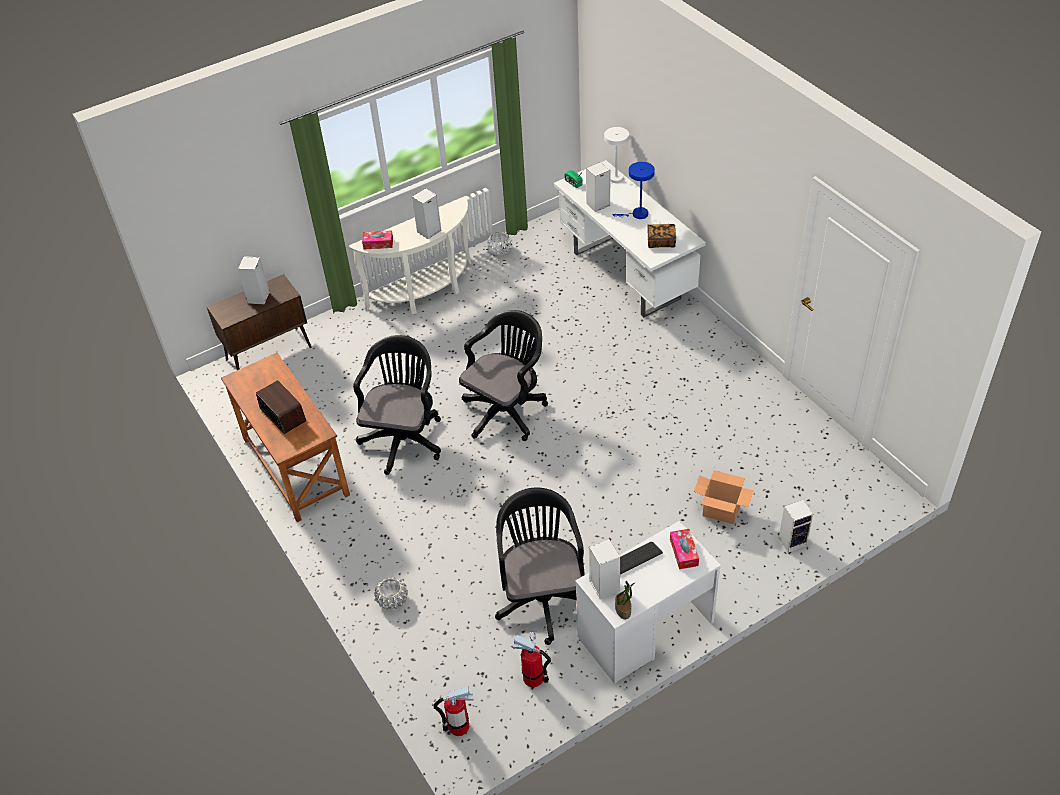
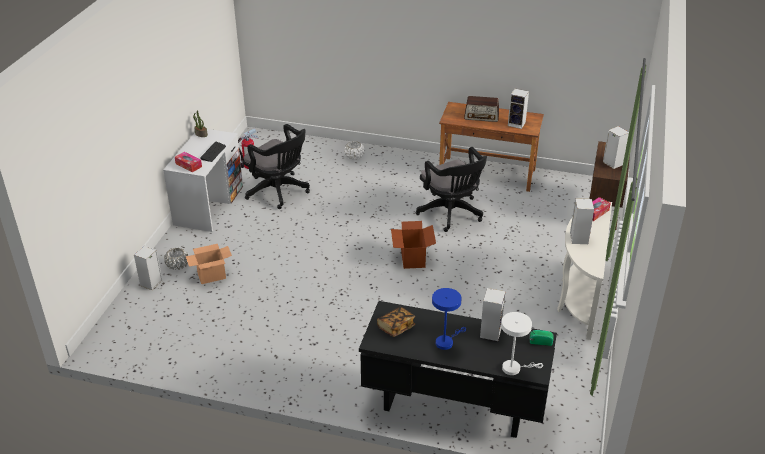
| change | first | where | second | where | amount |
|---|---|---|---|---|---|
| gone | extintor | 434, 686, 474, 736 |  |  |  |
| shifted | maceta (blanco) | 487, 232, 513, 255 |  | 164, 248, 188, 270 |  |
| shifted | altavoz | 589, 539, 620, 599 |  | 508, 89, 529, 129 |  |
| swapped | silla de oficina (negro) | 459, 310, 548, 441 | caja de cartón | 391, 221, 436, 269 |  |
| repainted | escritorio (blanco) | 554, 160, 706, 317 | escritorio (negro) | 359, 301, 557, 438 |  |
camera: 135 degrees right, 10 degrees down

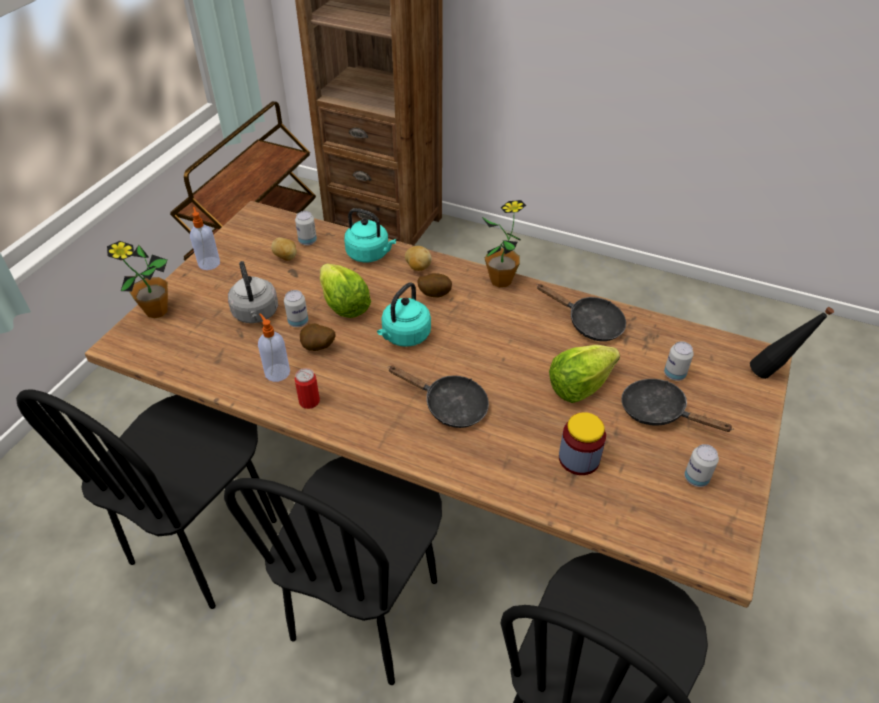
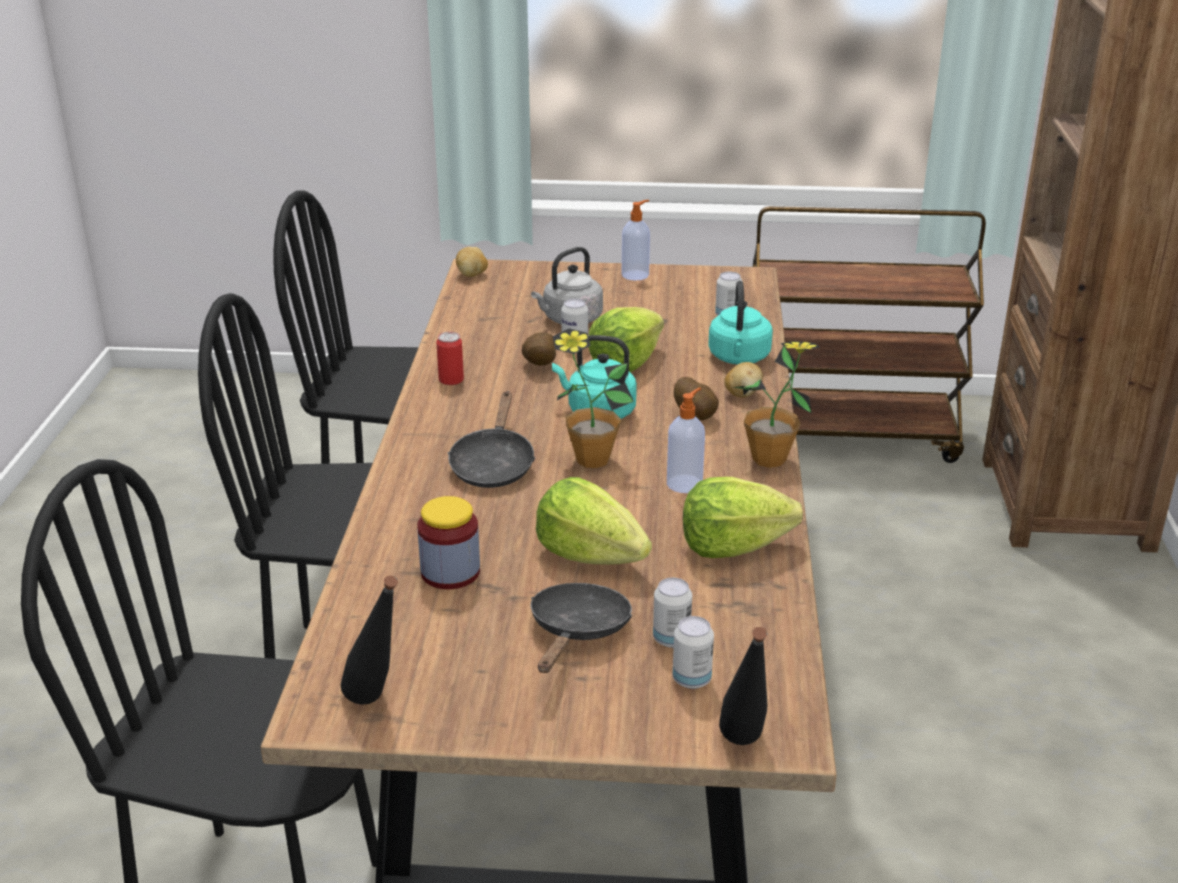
| change | first | where | second | where | amount |
|---|---|---|---|---|---|
| new |  |  | botella (negro) | 340, 576, 398, 705 |  |
| shifted | planta en maceta | 107, 241, 168, 318 |  | 553, 328, 634, 468 |  |
| shifted | dispensador de jabón | 258, 313, 290, 382 |  | 667, 387, 705, 493 |  |
| shifted | patata | 271, 238, 297, 261 |  | 456, 247, 488, 277 |  |
| shifted | lata | 684, 444, 719, 487 |  | 673, 616, 714, 689 |  |
| swapped | sartén (negro) | 537, 284, 626, 341 | lechuga | 683, 477, 803, 558 |  |
camera: 70 degrees right, 15 degrees down

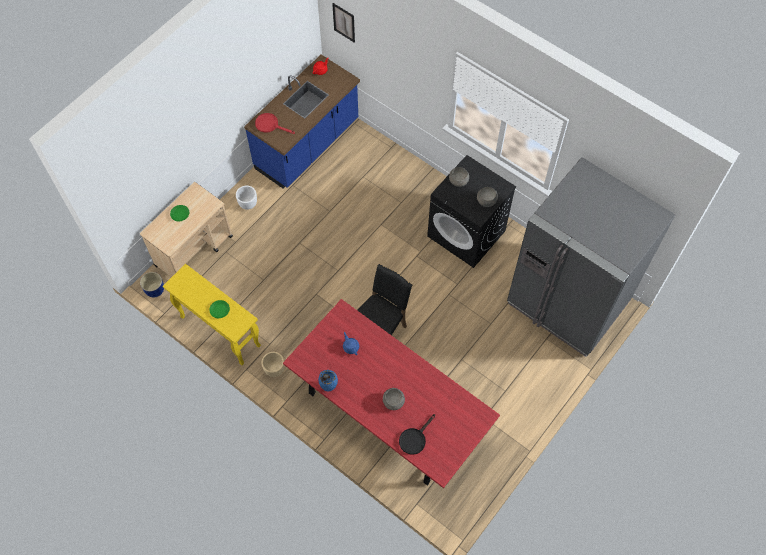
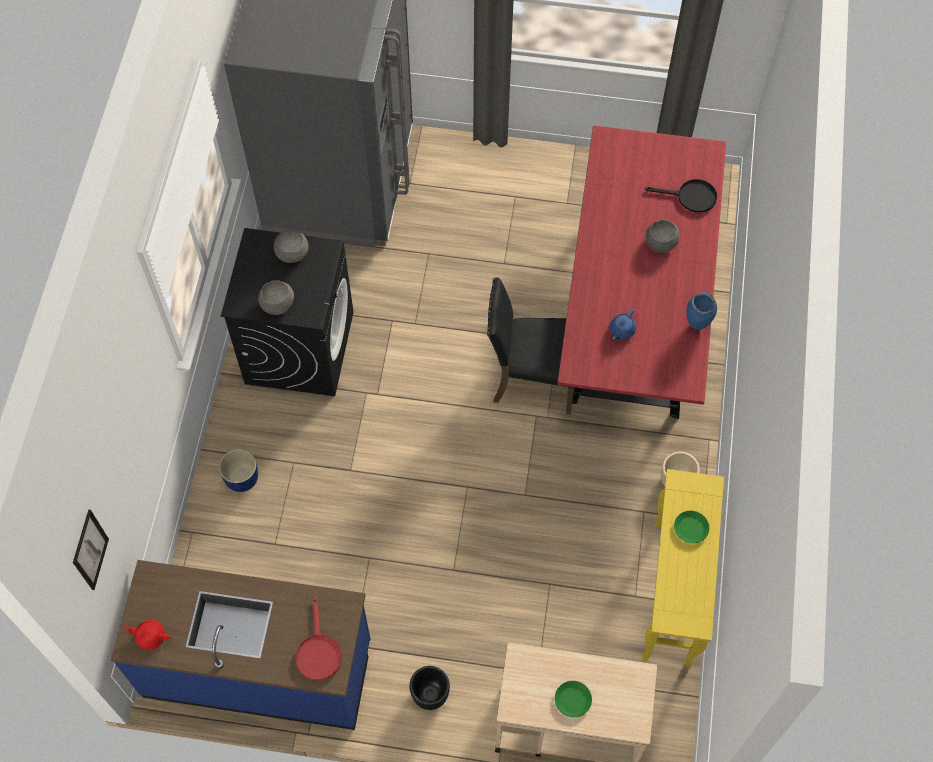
| change | first | where | second | where | amount |
|---|---|---|---|---|---|
| shifted | maceta (azul) | 140, 272, 164, 298 |  | 219, 449, 258, 492 |  |
| repainted | maceta (blanco) | 236, 186, 257, 210 | maceta (negro) | 410, 666, 450, 710 |  |
camera: 120 degrees left, 0 degrees up

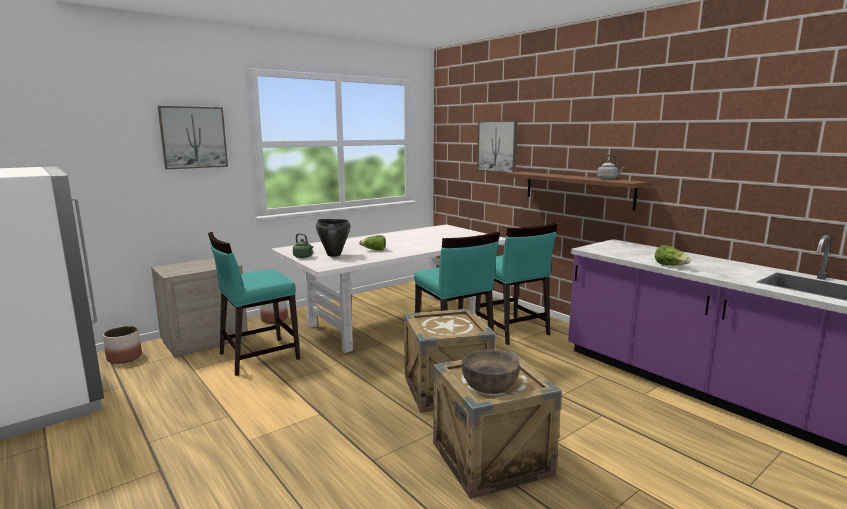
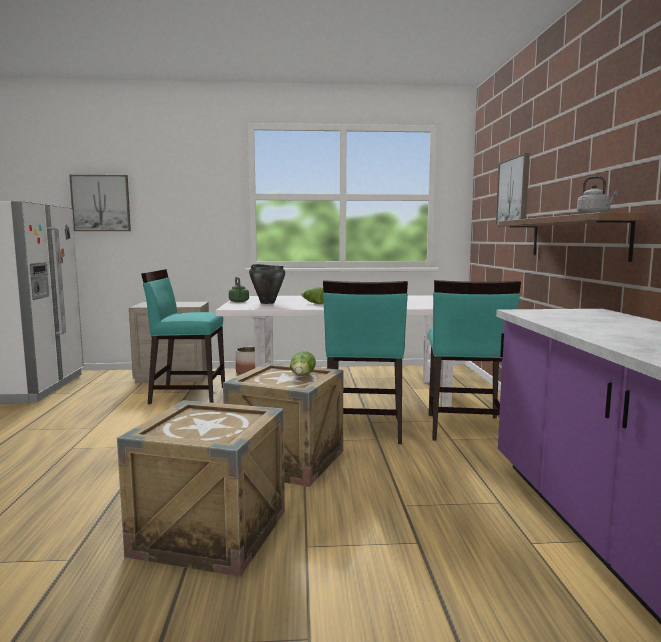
| change | first | where | second | where | amount |
|---|---|---|---|---|---|
| gone | maceta | 103, 326, 142, 364 |  |  |  |
| gone | cuenco (marrón) | 462, 349, 520, 394 |  |  |  |
| shifted | cuadro | 158, 106, 228, 169 |  | 69, 175, 131, 231 |  |
| shifted | lechuga | 655, 245, 691, 265 |  | 290, 351, 316, 376 |  |
camera: 35 degrees right, 5 degrees down

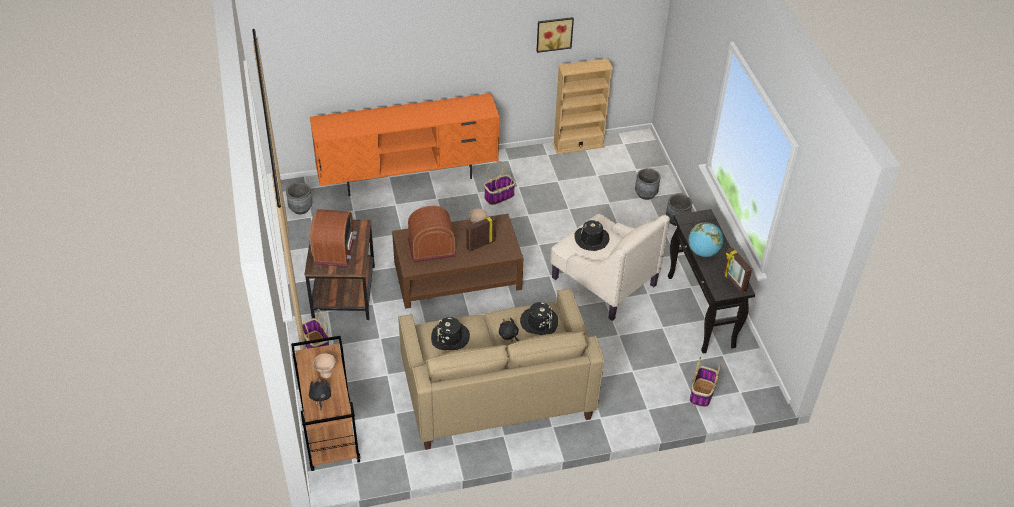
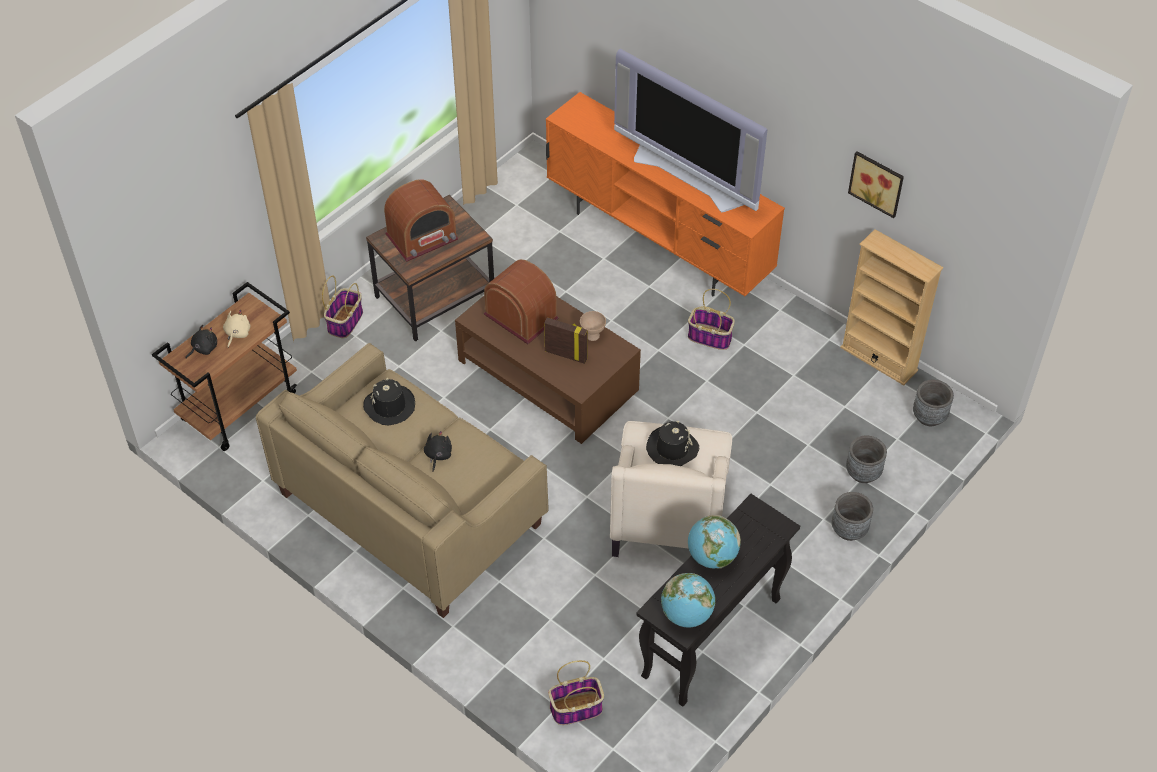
| change | first | where | second | where | amount |
|---|---|---|---|---|---|
| gone | sombrero (negro) | 520, 302, 558, 335 |  |  |  |
| new |  |  | televisor | 614, 49, 768, 212 |  |
| shifted | maceta (gris) | 286, 182, 312, 214 |  | 913, 380, 954, 426 |  |
| swapped | cuenco (beis) | 313, 354, 336, 378 | peluche (beis) | 223, 310, 251, 348 |  |
| swapped | portarretratos | 722, 247, 752, 294 | globo terráqueo | 661, 573, 716, 627 |  |
camera: 55 degrees right, 5 degrees up

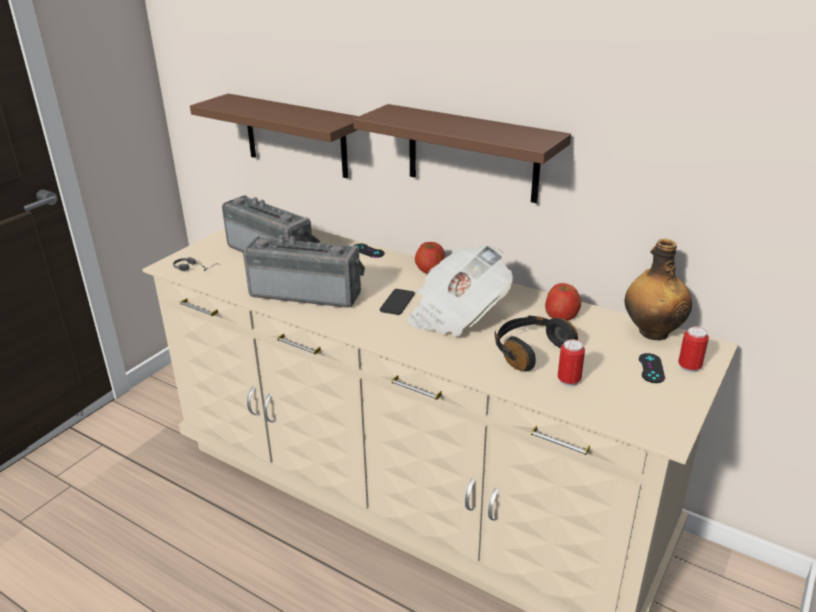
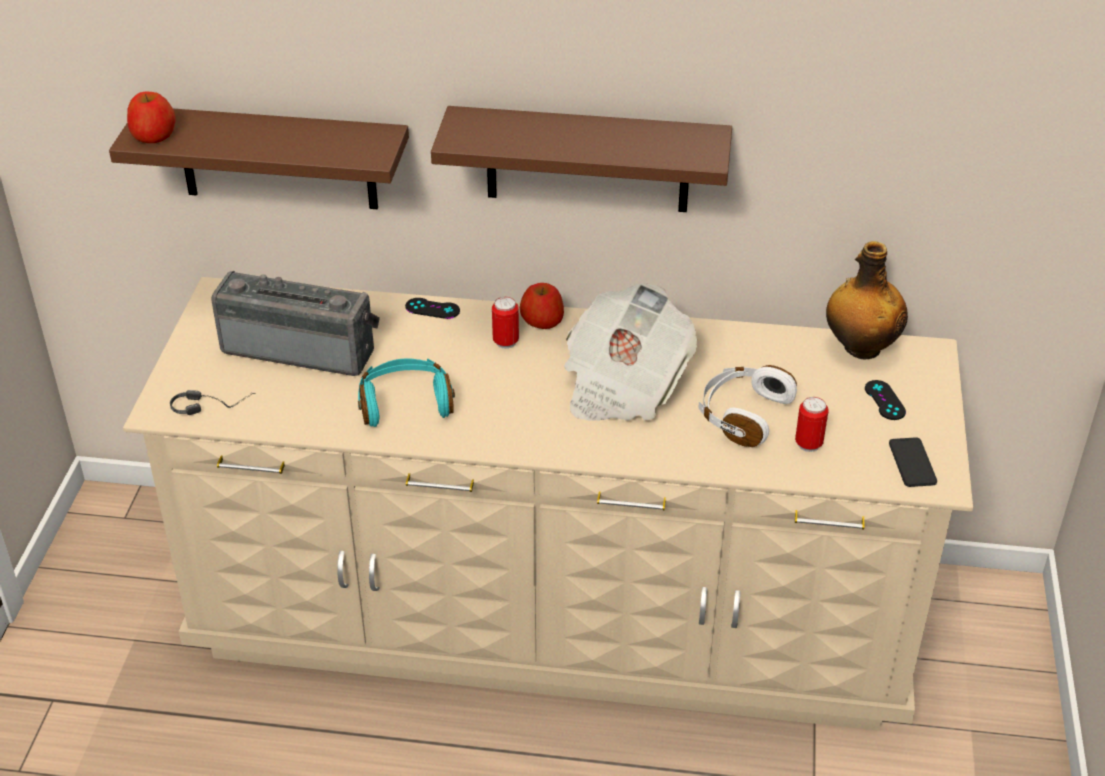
| change | first | where | second | where | amount |
|---|---|---|---|---|---|
| shifted | móvil | 380, 289, 415, 315 |  | 889, 437, 937, 487 |  |
| shifted | manzana | 545, 283, 581, 321 |  | 127, 92, 176, 143 |  |
| shifted | lata | 678, 327, 709, 373 |  | 492, 297, 519, 349 |  |
| swapped | radio | 243, 235, 365, 308 | auriculares (turquesa) | 358, 358, 455, 427 |  |
| repainted | auriculares (negro) | 495, 315, 578, 371 | auriculares (blanco) | 699, 365, 797, 447 |  |
camera: 25 degrees left, 10 degrees up

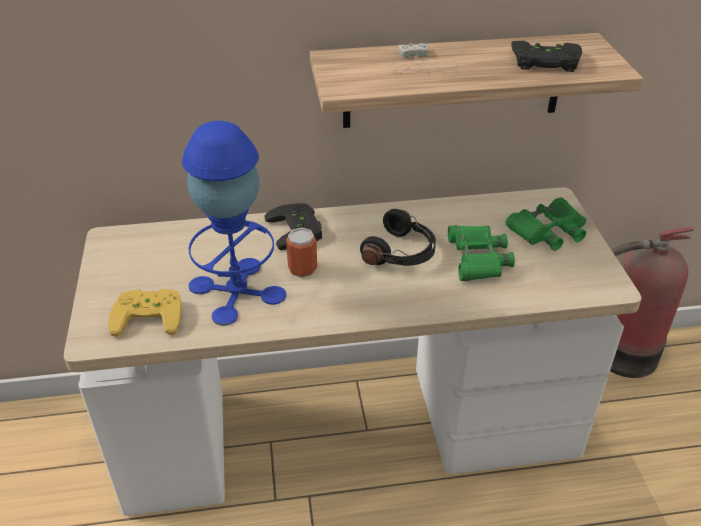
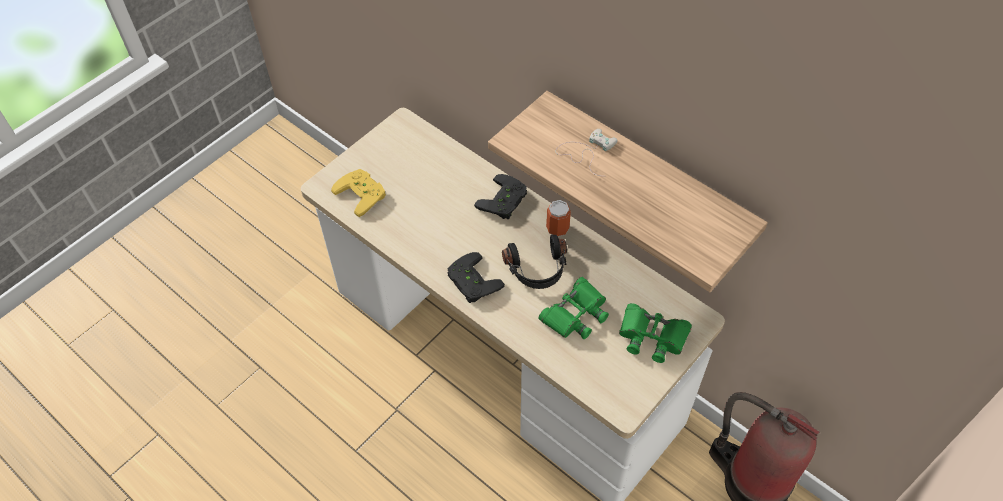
| change | first | where | second | where | amount |
|---|---|---|---|---|---|
| gone | lámpara de mesa (azul) | 182, 121, 286, 326 |  |  |  |
| shifted | lata | 286, 228, 317, 278 |  | 546, 200, 571, 236 |  |
| shifted | mando de consola (negro) | 511, 41, 582, 72 |  | 448, 252, 505, 303 |  |
camera: 50 degrees right, 15 degrees up

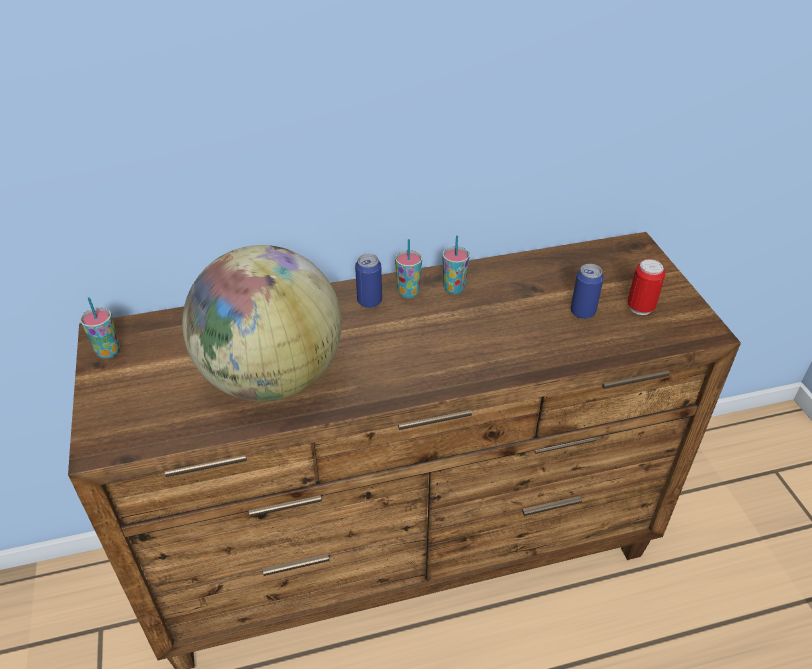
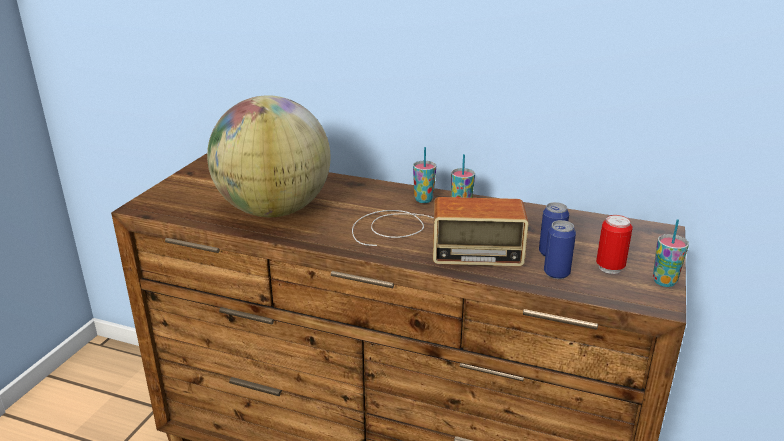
| change | first | where | second | where | amount |
|---|---|---|---|---|---|
| new |  |  | radio | 352, 197, 529, 266 |  |
| shifted | taza | 80, 297, 119, 359 |  | 653, 219, 689, 287 |  |
| shifted | lata | 355, 253, 382, 308 |  | 544, 220, 576, 279 |  |
camera: 35 degrees right, 15 degrees down

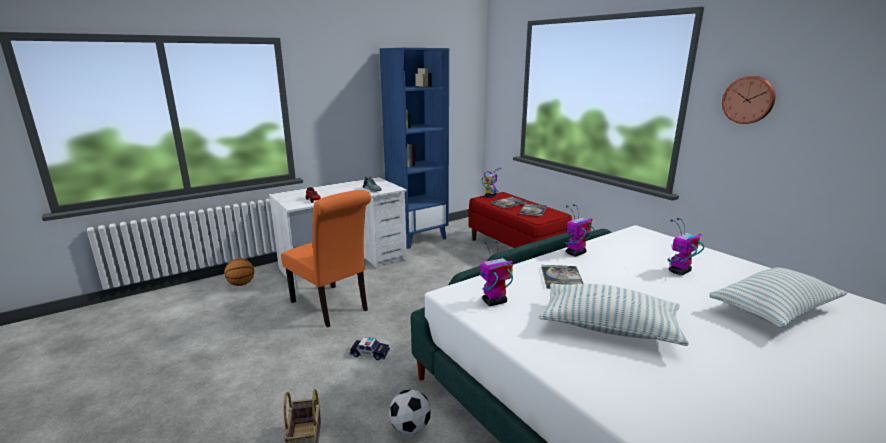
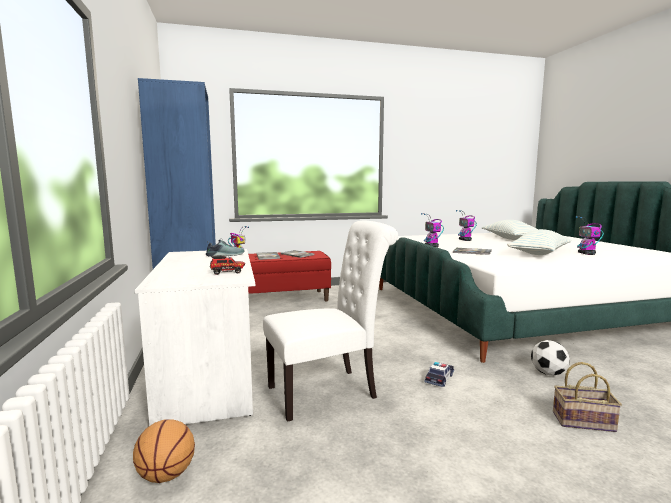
| change | first | where | second | where | amount |
|---|---|---|---|---|---|
| gone | reloj de pared | 722, 76, 775, 124 |  |  |  |
| shifted | robot de juguete | 480, 240, 513, 306 |  | 575, 216, 604, 255 |  |
| repainted | silla (naranja) | 281, 190, 371, 328 | silla (blanco) | 263, 221, 398, 422 |  |
camera: 70 degrees left, 10 degrees down

